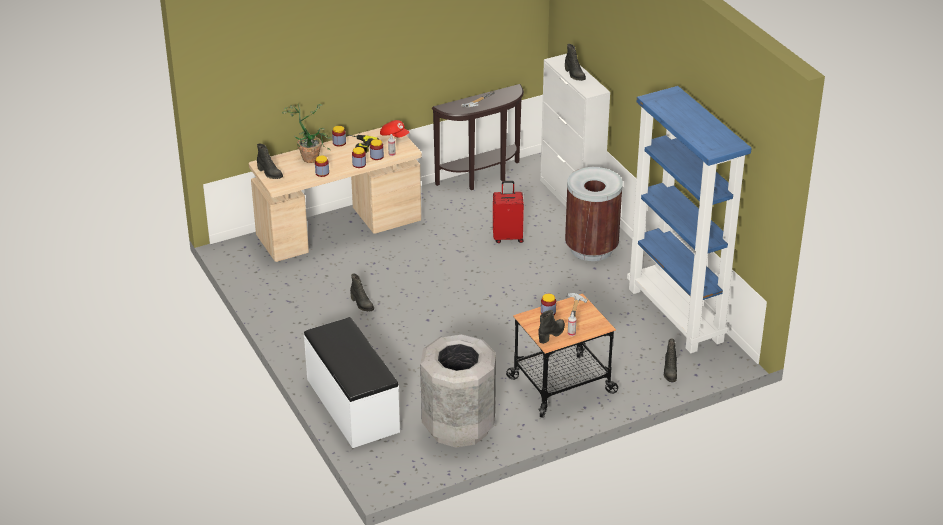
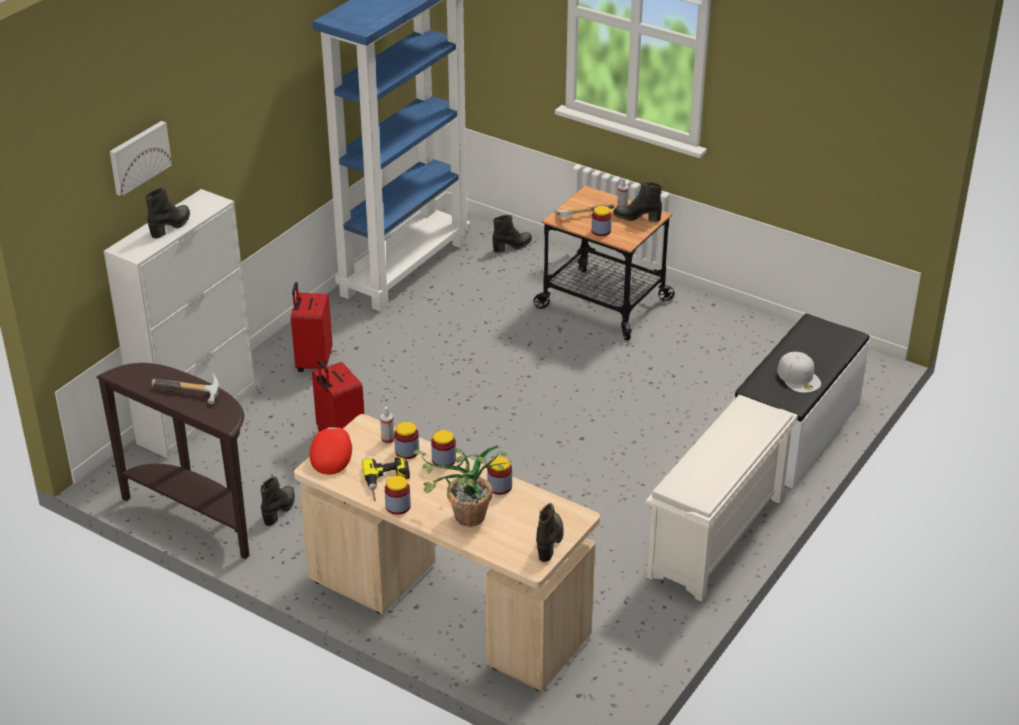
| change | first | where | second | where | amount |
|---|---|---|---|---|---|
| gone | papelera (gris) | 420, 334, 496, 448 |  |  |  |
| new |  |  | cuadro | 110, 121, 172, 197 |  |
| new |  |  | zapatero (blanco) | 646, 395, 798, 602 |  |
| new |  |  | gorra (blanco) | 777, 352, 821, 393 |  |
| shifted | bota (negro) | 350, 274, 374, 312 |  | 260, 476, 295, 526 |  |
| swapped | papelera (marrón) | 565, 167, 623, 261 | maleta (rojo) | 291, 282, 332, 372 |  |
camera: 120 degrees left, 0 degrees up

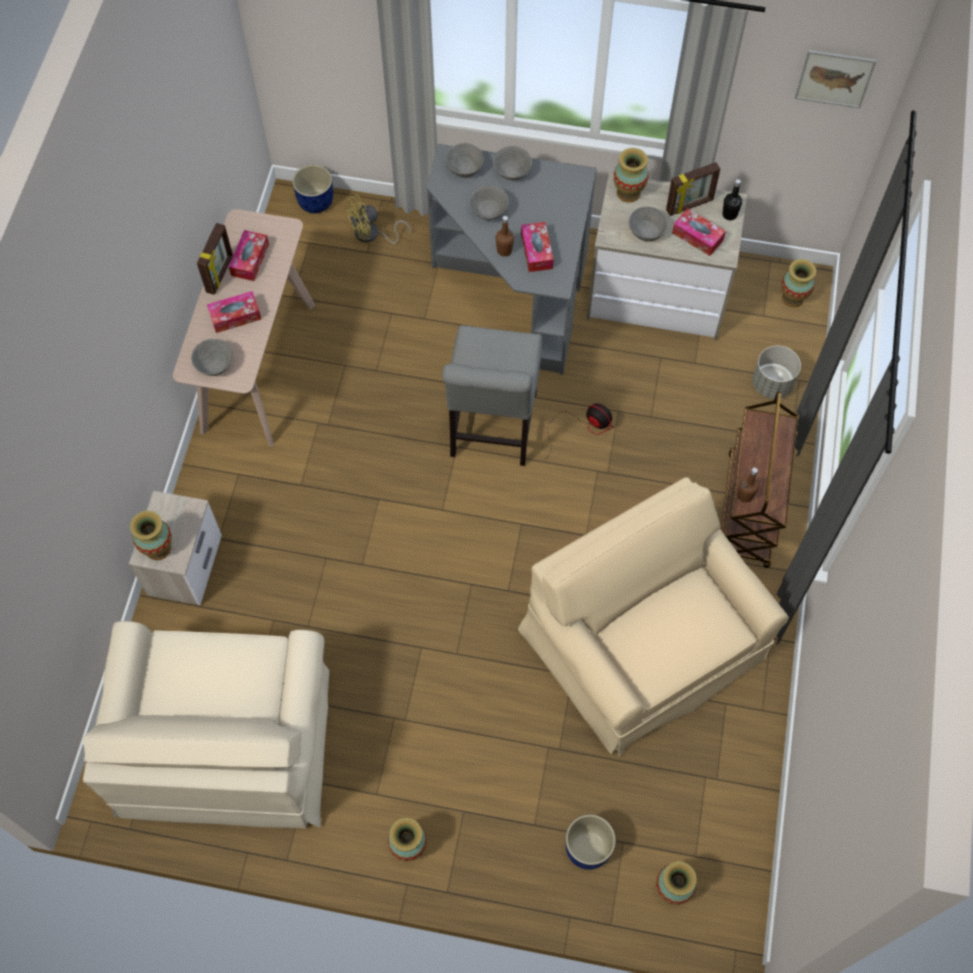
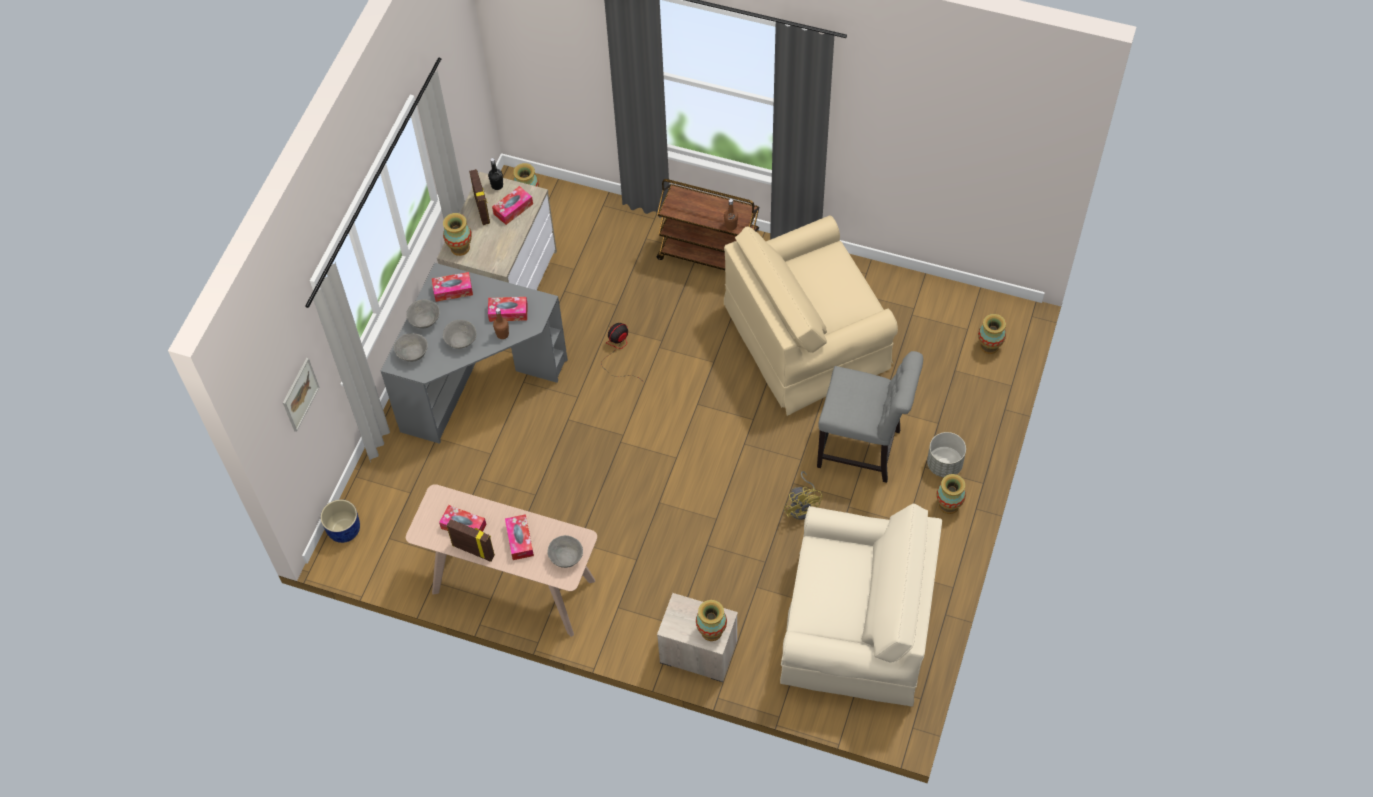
| change | first | where | second | where | amount |
|---|---|---|---|---|---|
| gone | maceta (azul) | 565, 815, 616, 870 |  |  |  |
| gone | cuenco (gris) | 629, 206, 668, 241 |  |  |  |
| new |  |  | caja de pañuelos | 432, 272, 473, 302 |  |
| shifted | ventilador (amarillo) | 345, 195, 411, 244 |  | 784, 471, 823, 520 |  |
| shifted | silla (gris) | 442, 326, 542, 466 |  | 817, 351, 923, 483 |  |
| shifted | maceta (gris) | 752, 346, 801, 399 |  | 927, 432, 966, 477 |  |
| shifted | cuadro | 795, 50, 876, 108 |  | 283, 358, 320, 432 |  |
camera: 80 degrees left, 5 degrees down

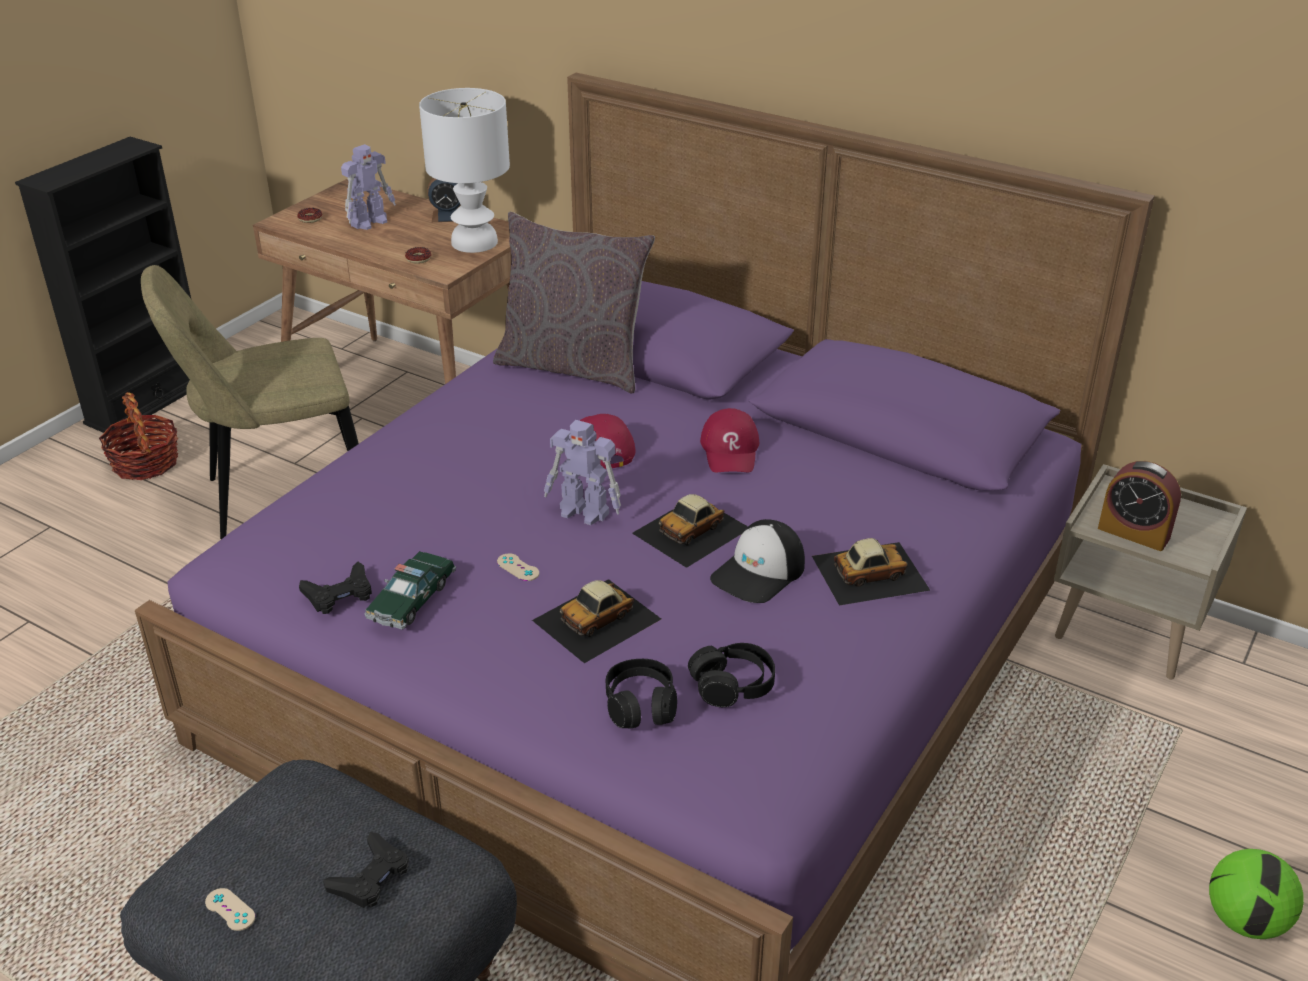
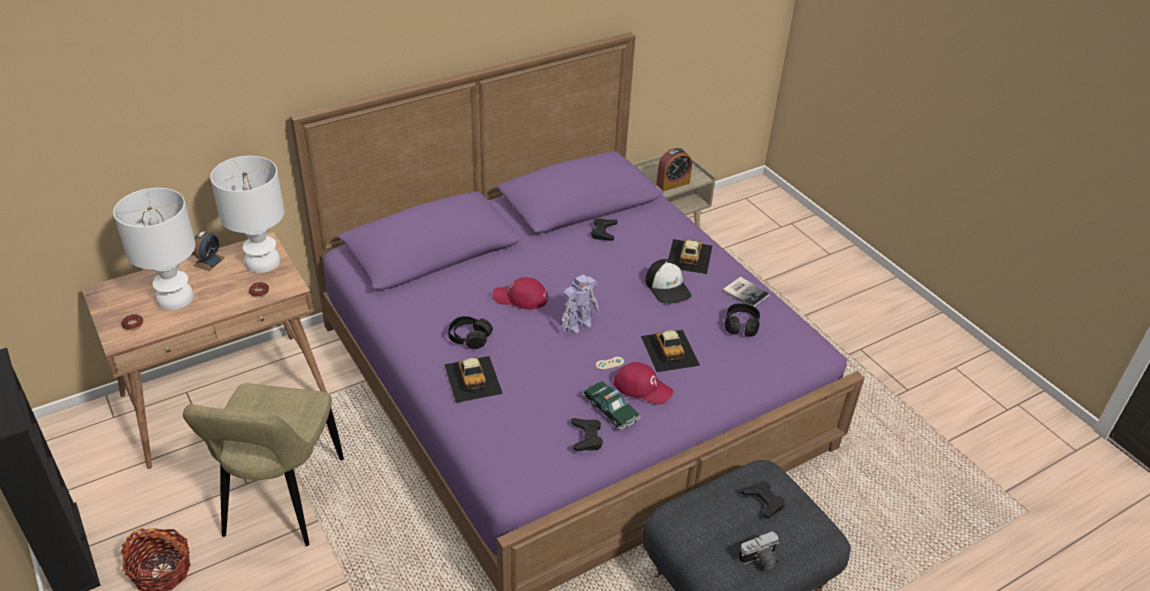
| change | first | where | second | where | amount |
|---|---|---|---|---|---|
| gone | cojín (gris) | 493, 212, 655, 394 |  |  |  |
| gone | balón de fútbol | 1209, 849, 1304, 939 |  |  |  |
| new |  |  | mando de consola (negro) | 591, 218, 618, 241 |  |
| new |  |  | libro | 723, 277, 769, 307 |  |
| shifted | auriculares (negro) | 606, 659, 677, 729 |  | 448, 316, 493, 349 |  |
| shifted | coche de juguete | 632, 494, 748, 568 |  | 444, 356, 503, 403 |  |
| shifted | gorra (rojo) | 700, 408, 759, 472 |  | 614, 362, 673, 404 |  |
| swapped | mando de consola (beis) | 205, 888, 255, 931 | cámara | 738, 532, 779, 570 |  |
| swapped | robot de juguete | 341, 144, 396, 230 | lámpara de mesa (blanco) | 113, 188, 196, 310 |  |
camera: 65 degrees left, 5 degrees up

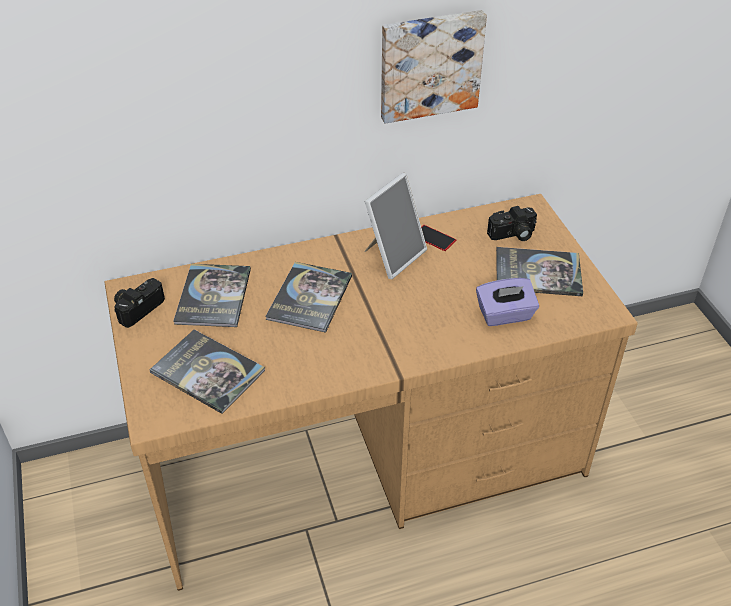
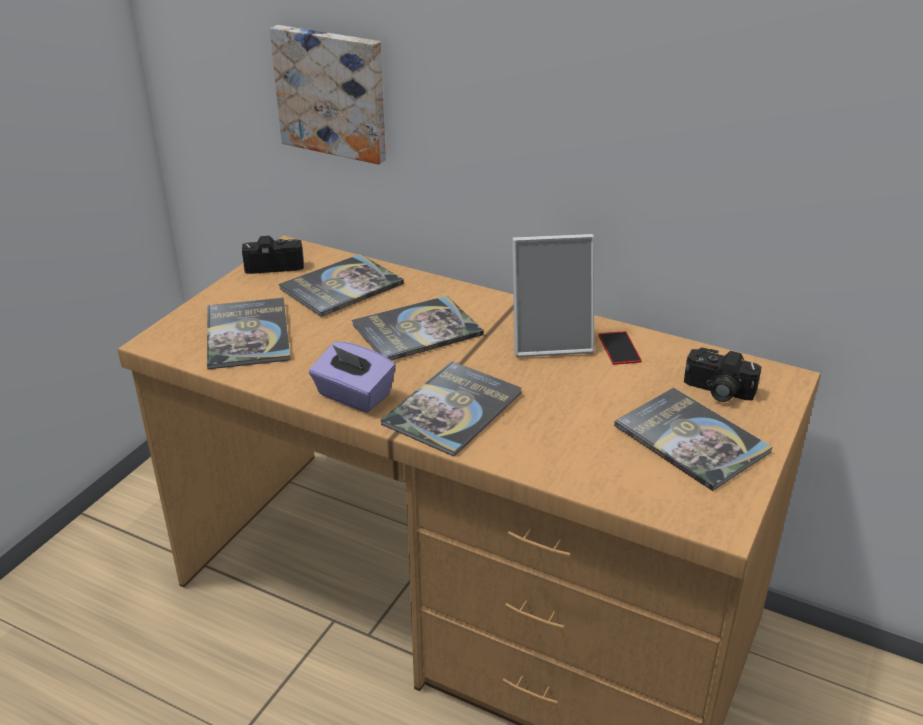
| change | first | where | second | where | amount |
|---|---|---|---|---|---|
| new |  |  | libro | 381, 361, 522, 457 |  |
| shifted | cuadro | 381, 10, 487, 124 |  | 270, 25, 386, 164 |  |
| shifted | caja de pañuelos (morado) | 476, 278, 539, 326 |  | 309, 342, 396, 413 |  |
camera: 45 degrees right, 10 degrees down

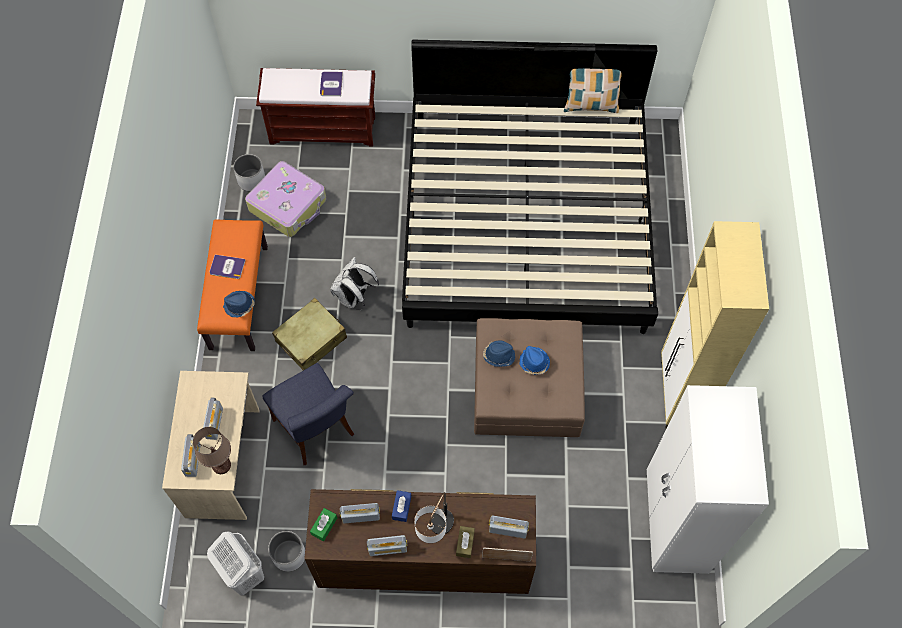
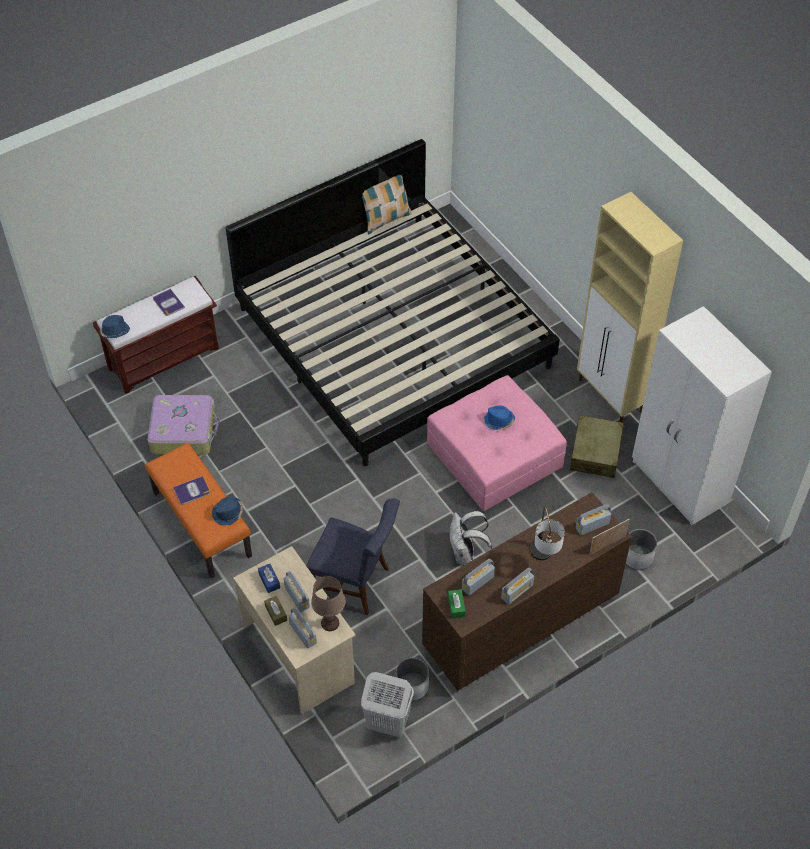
| change | first | where | second | where | amount |
|---|---|---|---|---|---|
| shifted | maceta (blanco) | 233, 154, 265, 192 |  | 626, 529, 657, 570 |  |
| shifted | maleta (beis) | 272, 298, 347, 370 |  | 570, 415, 624, 478 |  |
| shifted | mochila (blanco) | 330, 257, 379, 310 |  | 449, 511, 492, 564 |  |
| shifted | caja de pañuelos (azul) | 392, 490, 411, 522 |  | 258, 564, 280, 593 |  |
| shifted | caja de pañuelos (marrón) | 456, 526, 475, 558 |  | 264, 596, 287, 626 |  |
| shifted | sombrero (azul) | 483, 341, 515, 367 |  | 100, 315, 130, 338 |  |
| repainted | puf (marrón) | 474, 318, 585, 437 | puf (rosa) | 427, 375, 567, 511 |  |
camera: 35 degrees left, 10 degrees down

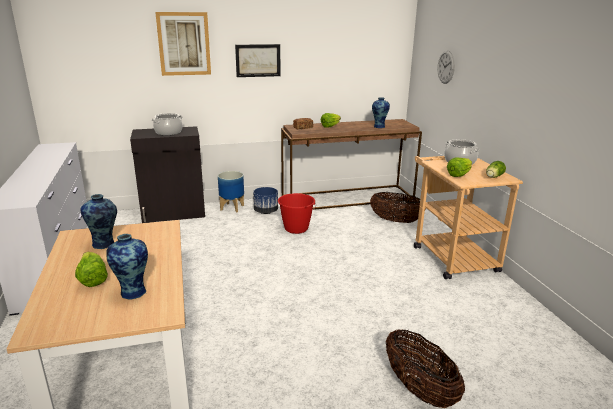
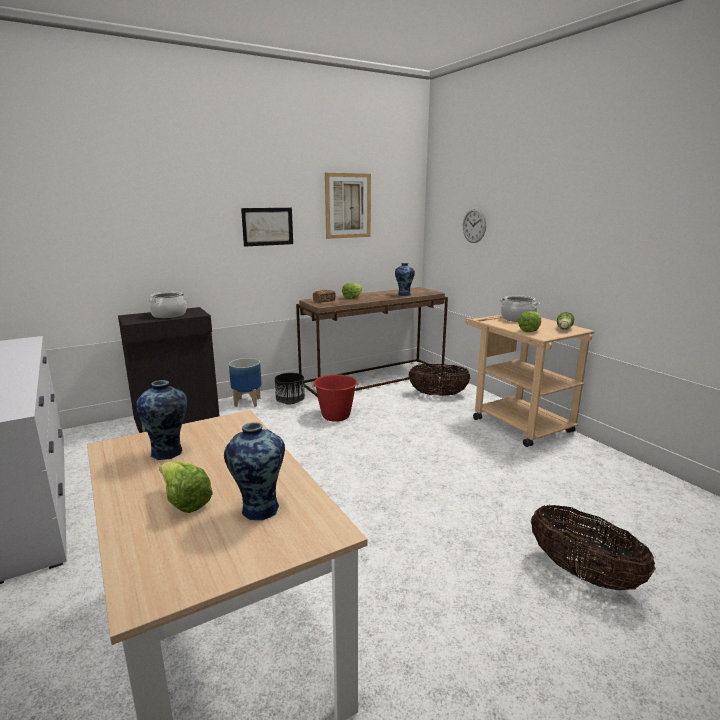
| change | first | where | second | where | amount |
|---|---|---|---|---|---|
| shifted | cuadro | 155, 12, 211, 76 |  | 325, 173, 371, 239 |  |
| repainted | maceta (azul) | 253, 187, 278, 214 | maceta (negro) | 275, 373, 305, 404 |  |
camera: 15 degrees left, 5 degrees down

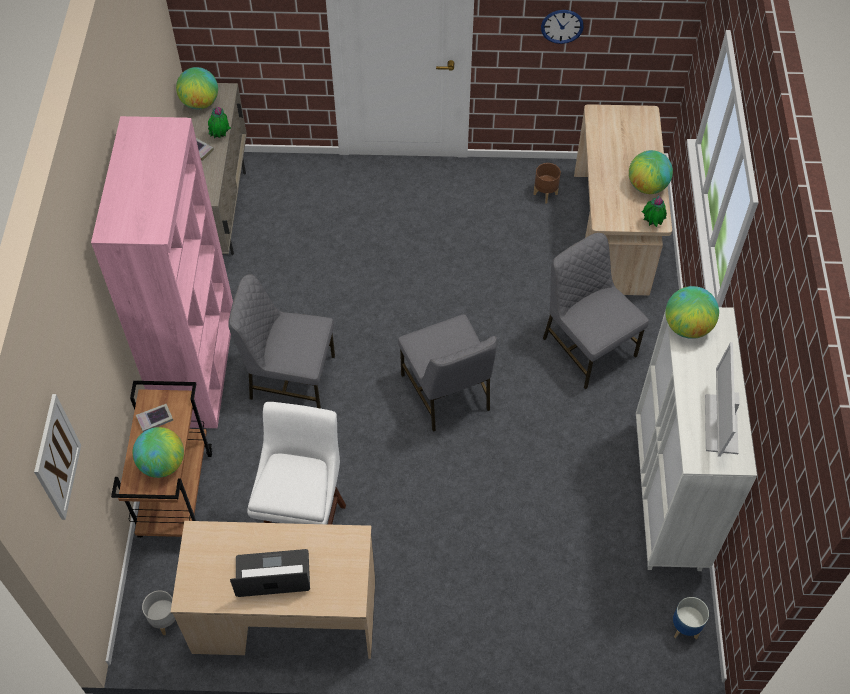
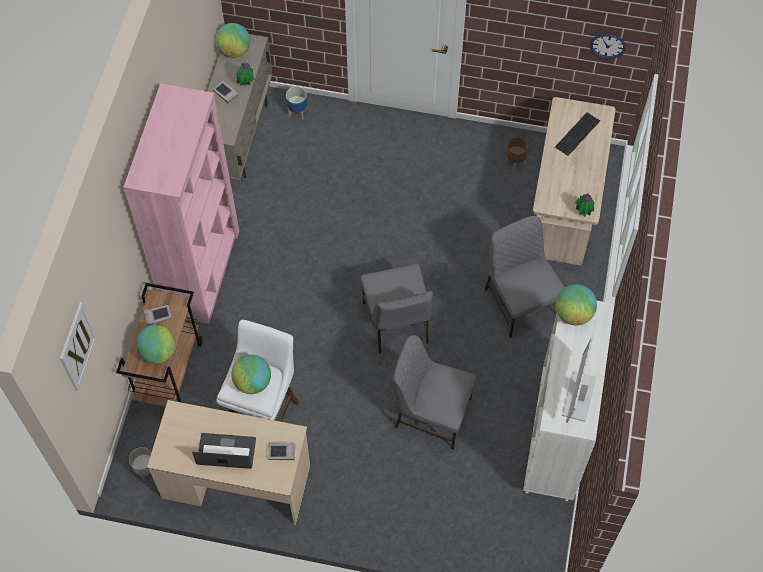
| change | first | where | second | where | amount |
|---|---|---|---|---|---|
| new |  |  | libro | 268, 443, 295, 460 |  |
| new |  |  | teclado | 555, 112, 600, 156 |  |
| shifted | silla (gris) | 228, 274, 335, 409 |  | 392, 335, 477, 450 |  |
| shifted | reloj de pared | 541, 10, 584, 44 |  | 590, 34, 626, 59 |  |
| shifted | globo terráqueo | 629, 150, 673, 194 |  | 231, 355, 271, 394 |  |
| shifted | maceta | 673, 597, 709, 639 |  | 286, 86, 307, 119 |  |
camera: 10 degrees right, 5 degrees up

